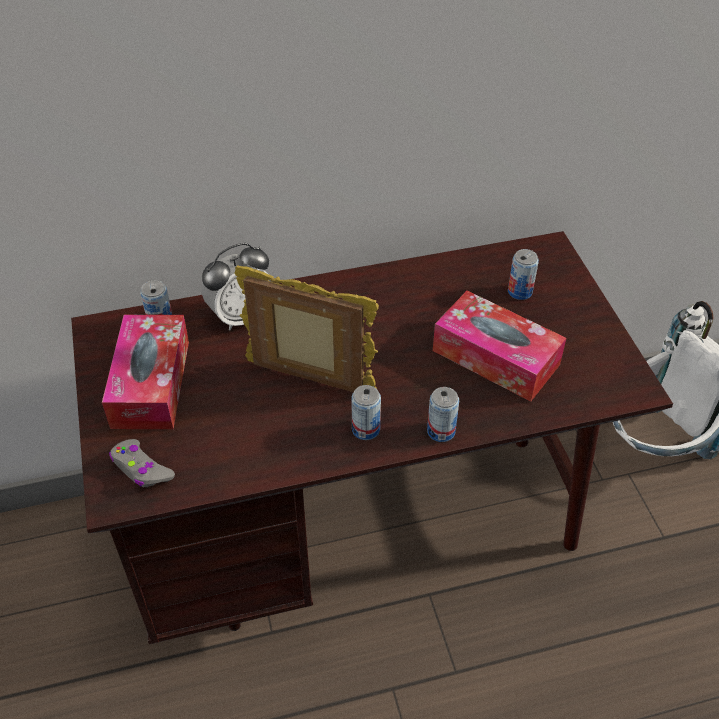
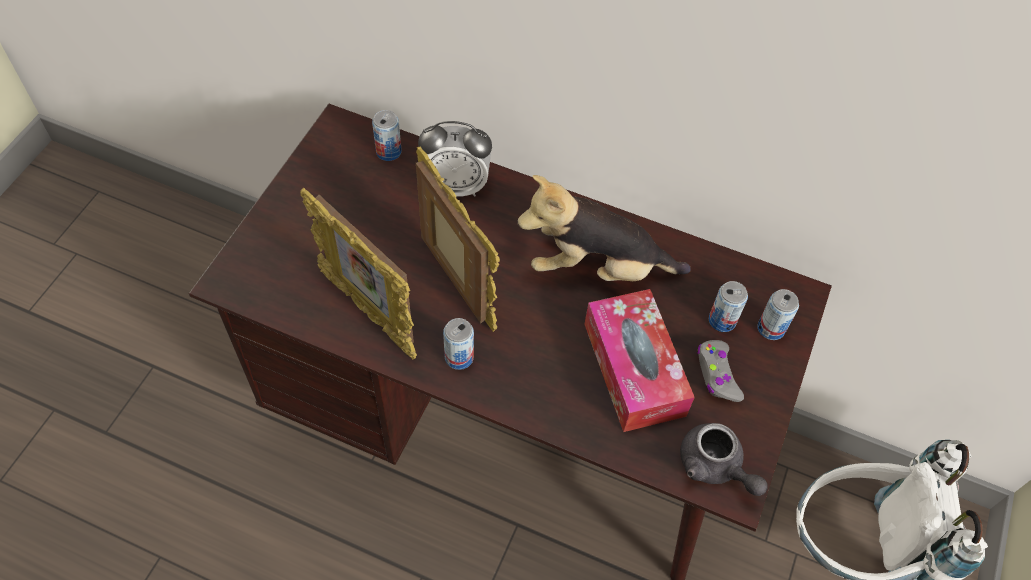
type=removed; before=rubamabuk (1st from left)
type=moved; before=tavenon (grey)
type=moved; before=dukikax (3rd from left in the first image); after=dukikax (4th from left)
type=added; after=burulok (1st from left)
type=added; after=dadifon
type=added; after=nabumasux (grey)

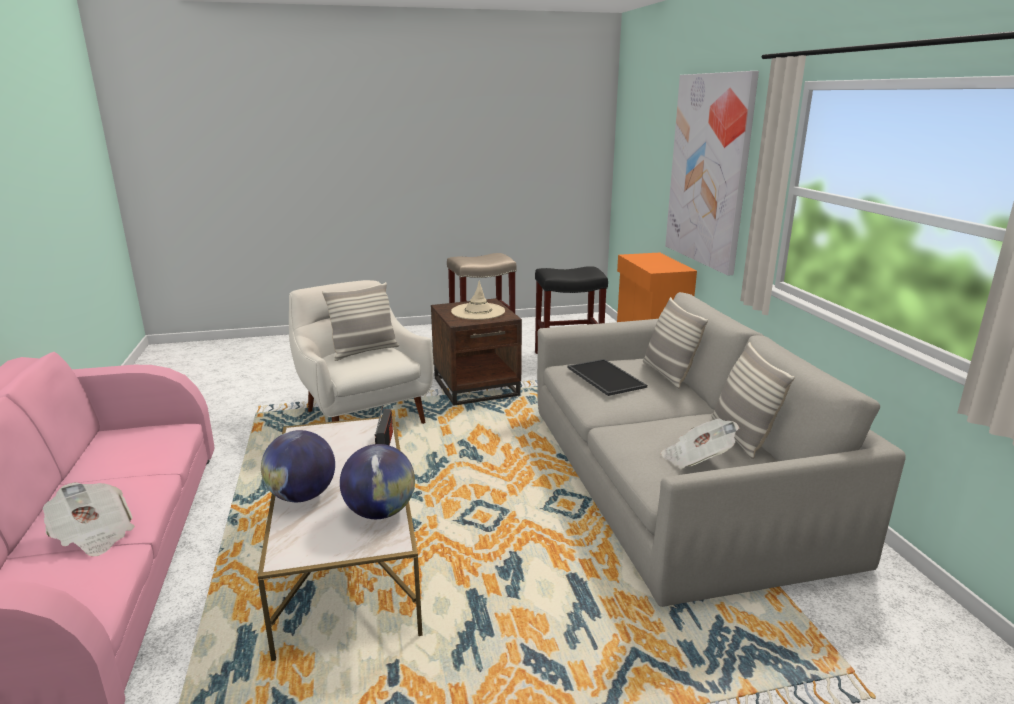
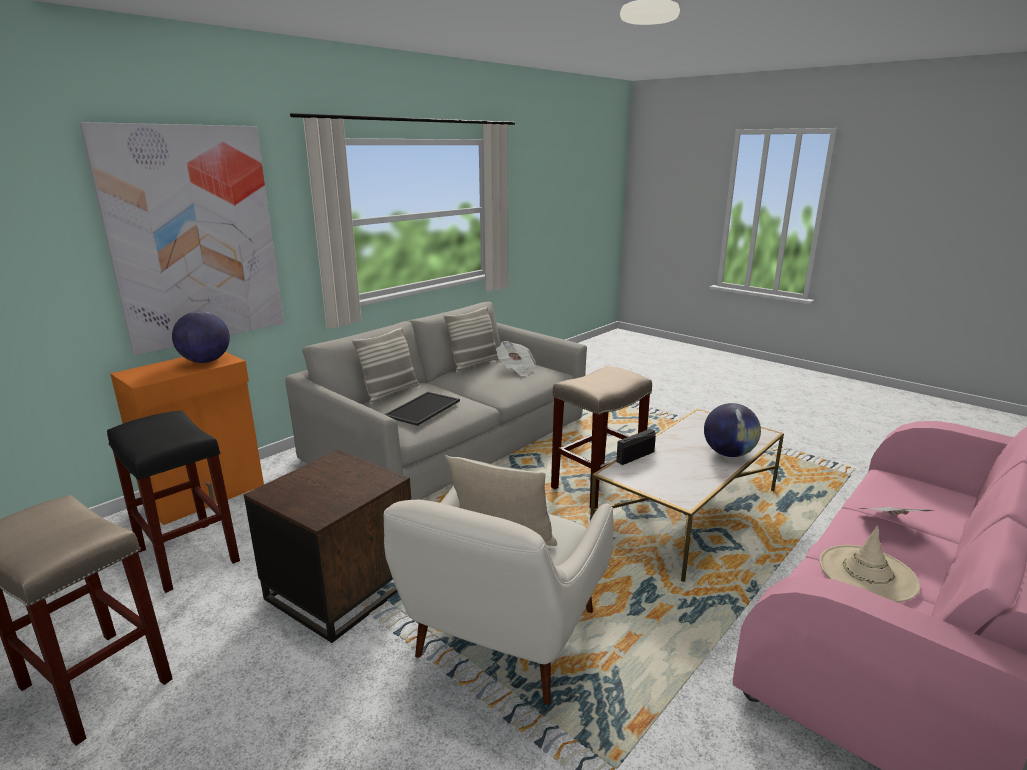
type=moved; before=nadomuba (2nd from left in the first image); after=nadomuba (1st from left)
type=moved; before=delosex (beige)
type=added; after=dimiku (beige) (2nd from left)

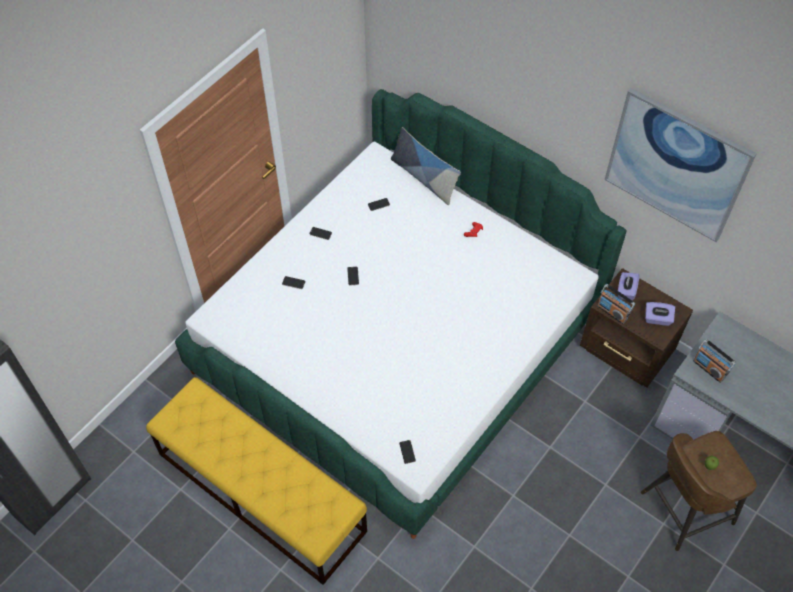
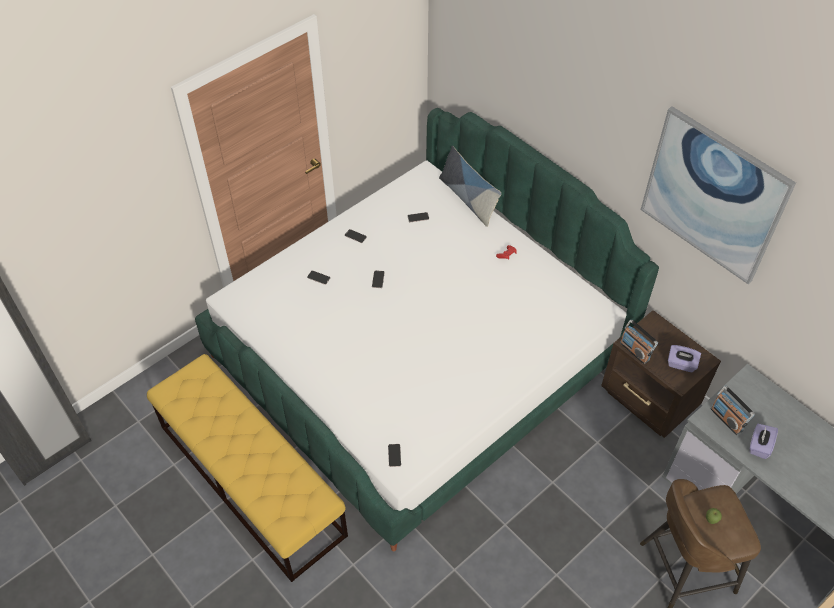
type=moved; before=rubamabuk (purple) (1st from left in the first image); after=rubamabuk (purple) (2nd from left)

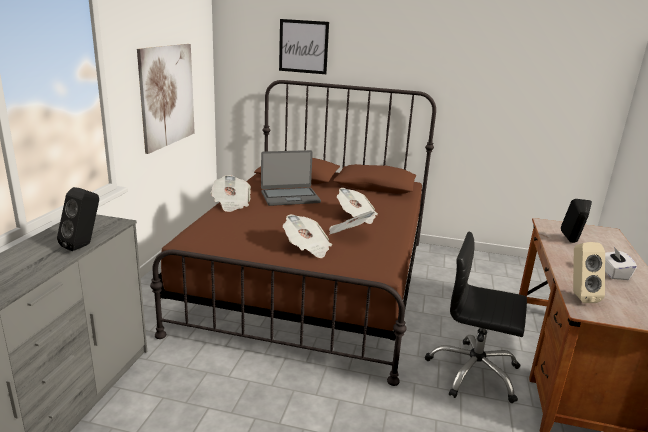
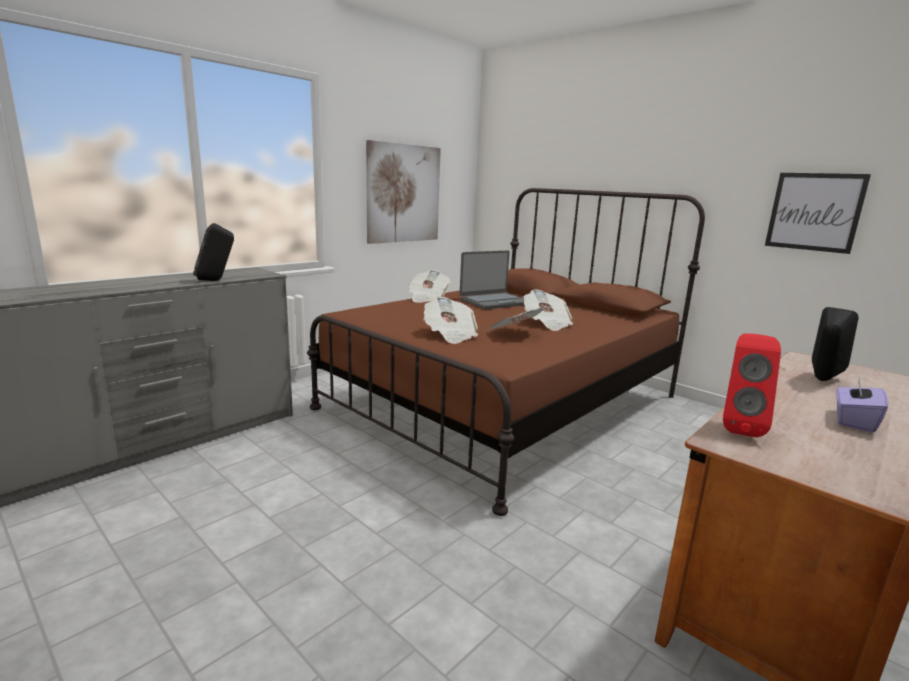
type=turned; before=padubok; turn=-45
type=moved; before=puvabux (2nd from left)
type=removed; before=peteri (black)
type=recoloured; before=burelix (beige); after=burelix (red)
type=recoloured; before=rubamabuk (white); after=rubamabuk (purple)

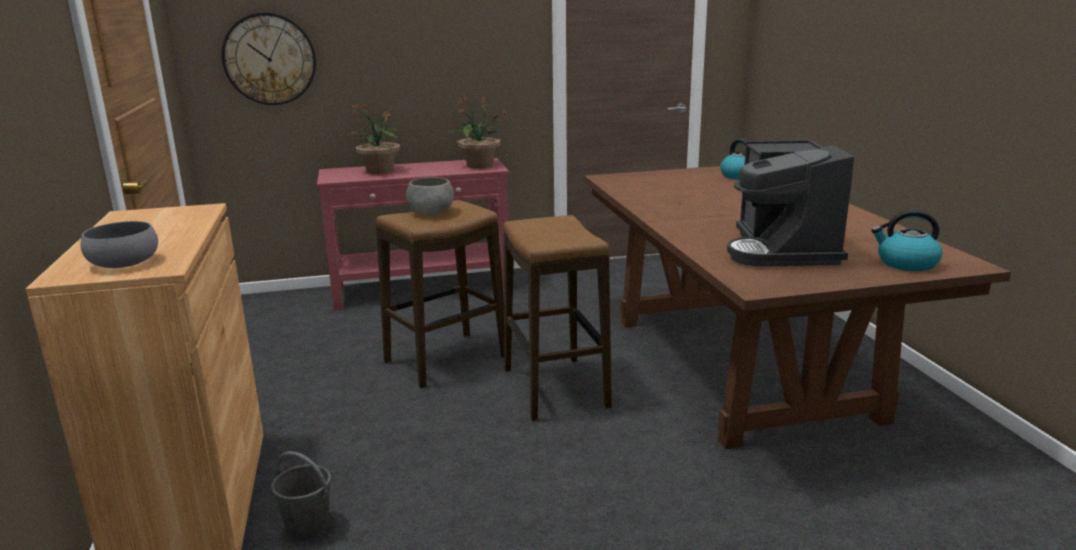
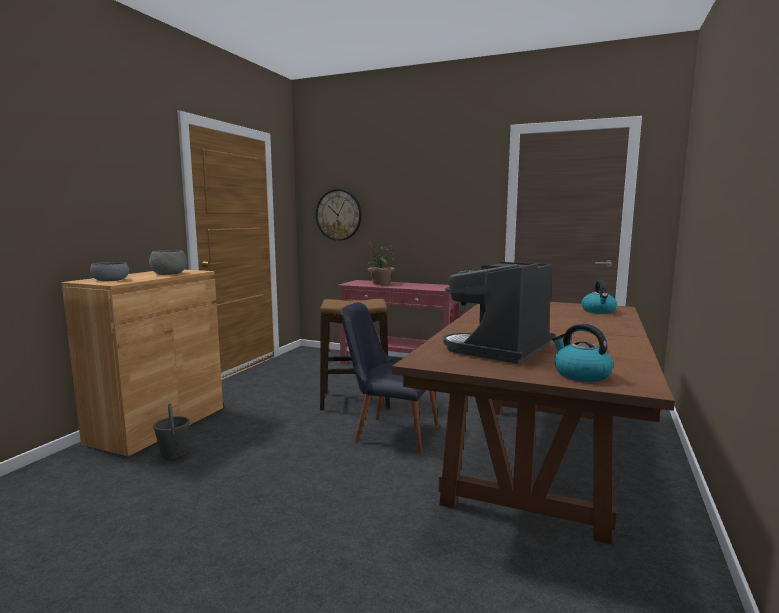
type=moved; before=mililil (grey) (2nd from left)
type=removed; before=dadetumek (2nd from left)
type=replaced; before=dimiku (2nd from left); after=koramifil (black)

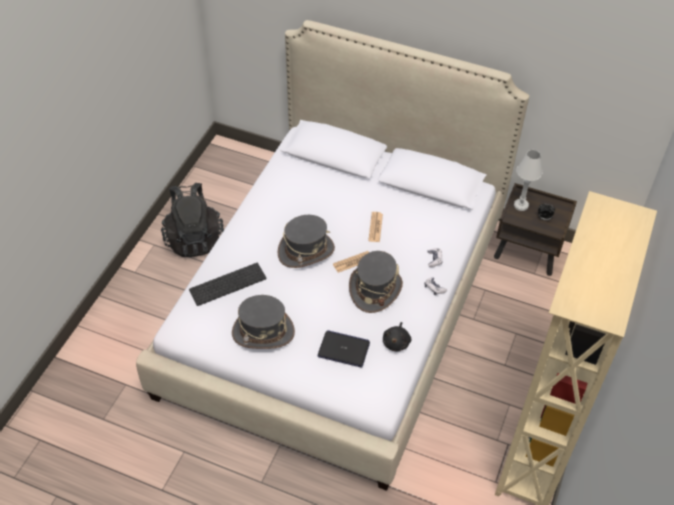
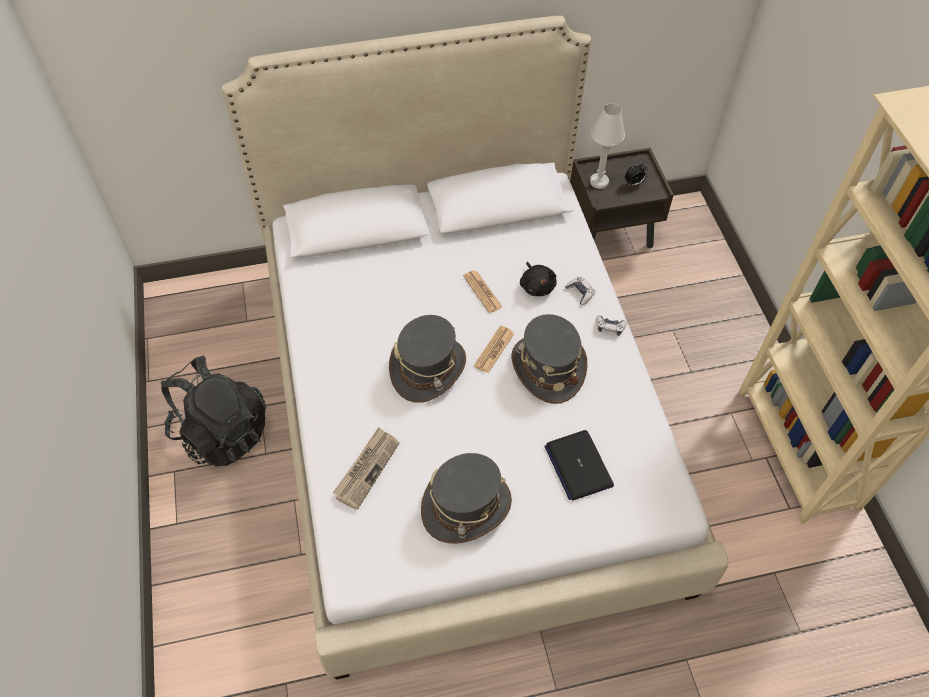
type=replaced; before=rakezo; after=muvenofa (1st from left)
type=turned; before=padubok; turn=-90
type=moved; before=dadifon (black)

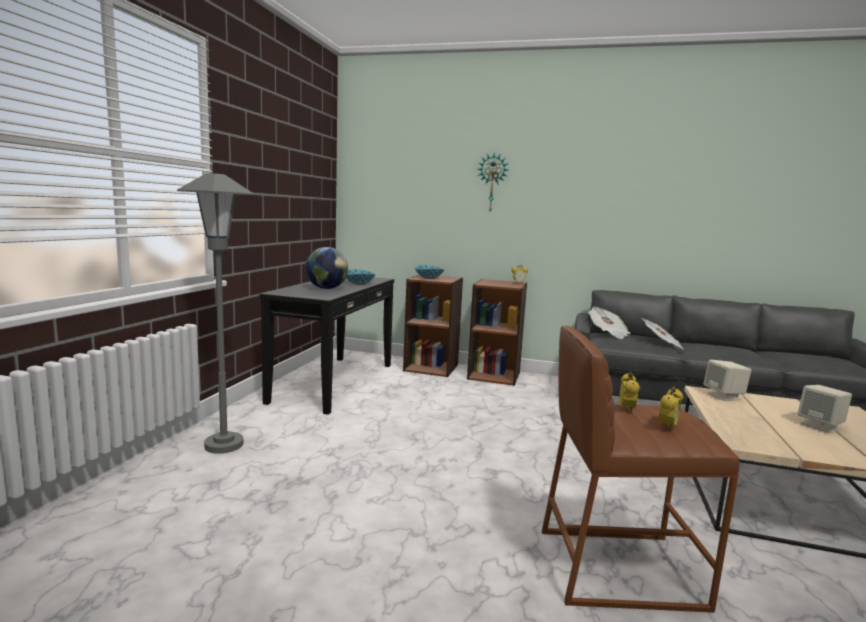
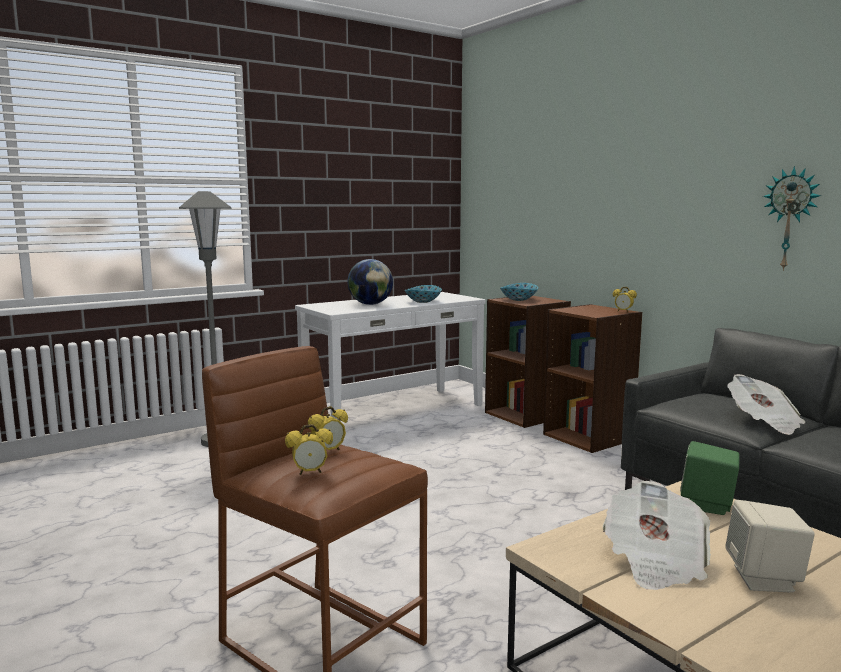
type=recoloured; before=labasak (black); after=labasak (white)
type=moved; before=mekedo
type=moved; before=muvenofa (1st from left)
type=recoloured; before=burelix (beige) (1st from left); after=burelix (green)

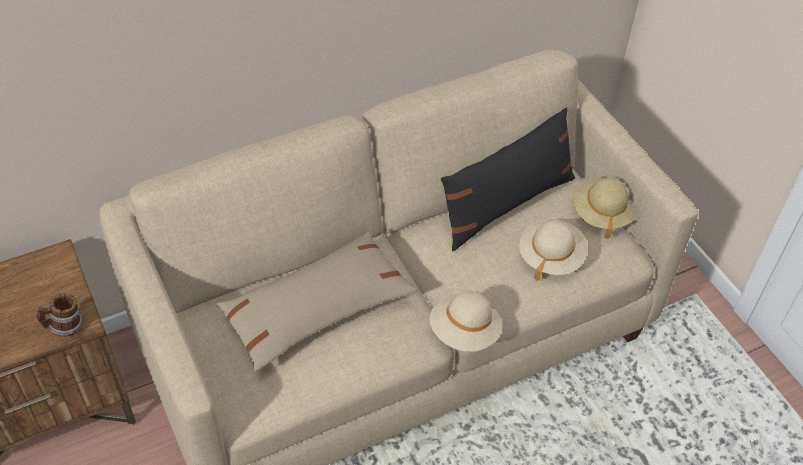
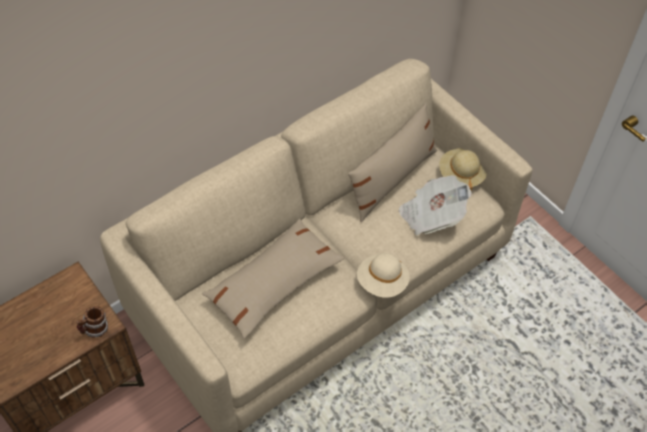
type=recoloured; before=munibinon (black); after=munibinon (beige) (2nd from left)
type=replaced; before=delosex (beige) (2nd from left); after=muvenofa

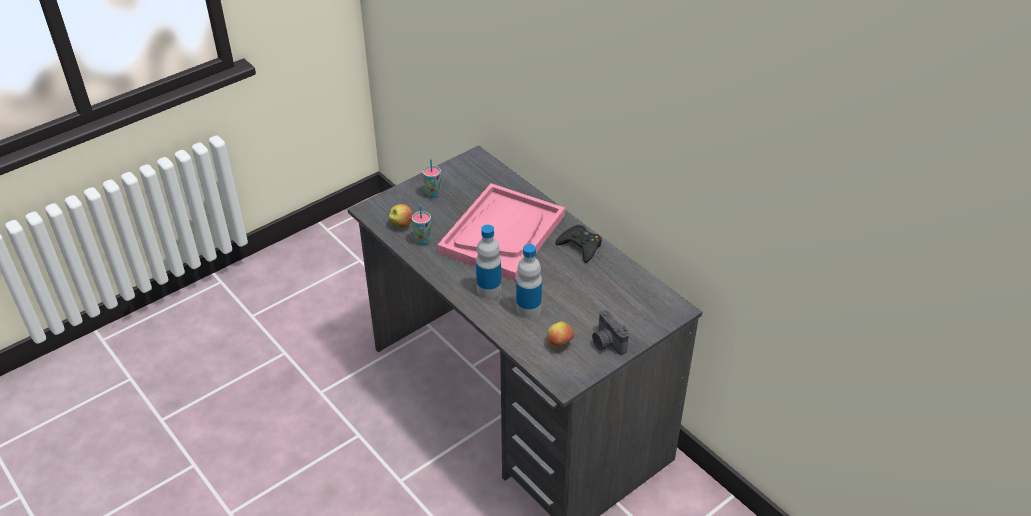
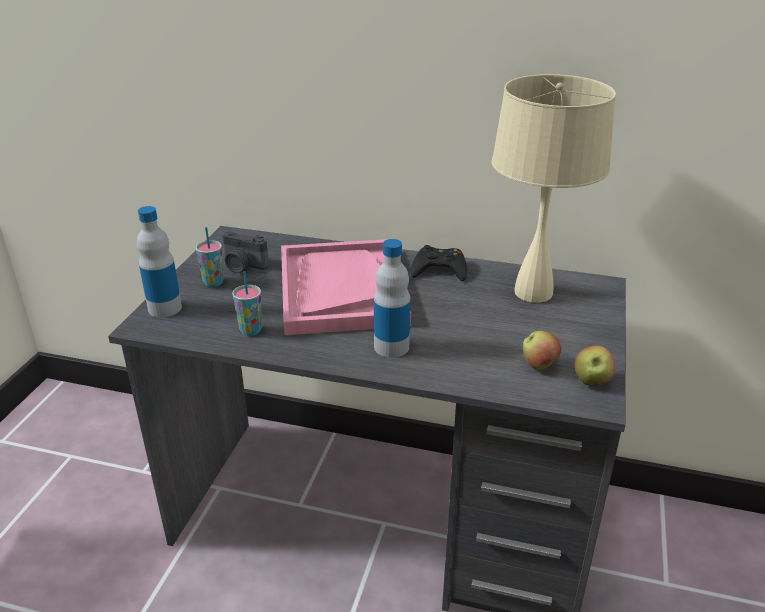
type=moved; before=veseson (1st from left in the first image); after=veseson (2nd from left)
type=moved; before=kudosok (2nd from left in the first image); after=kudosok (1st from left)
type=moved; before=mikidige
type=added; after=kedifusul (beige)

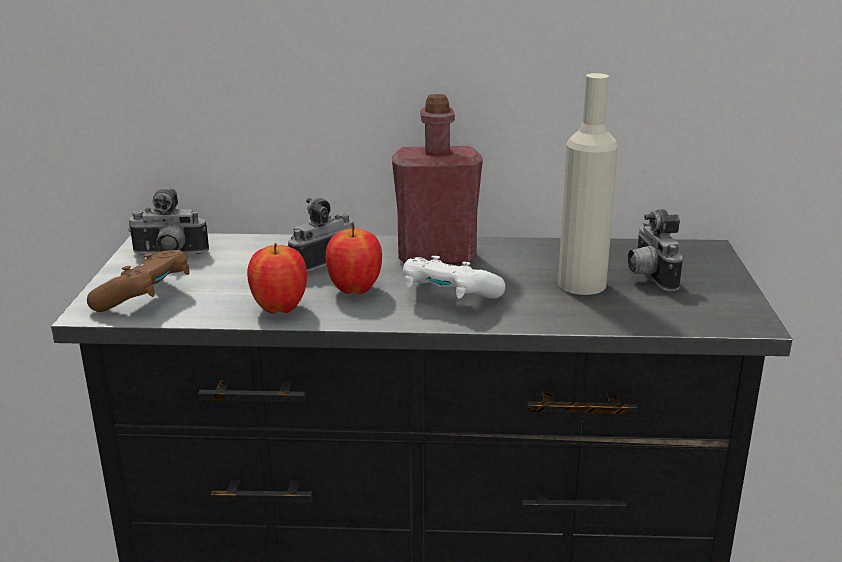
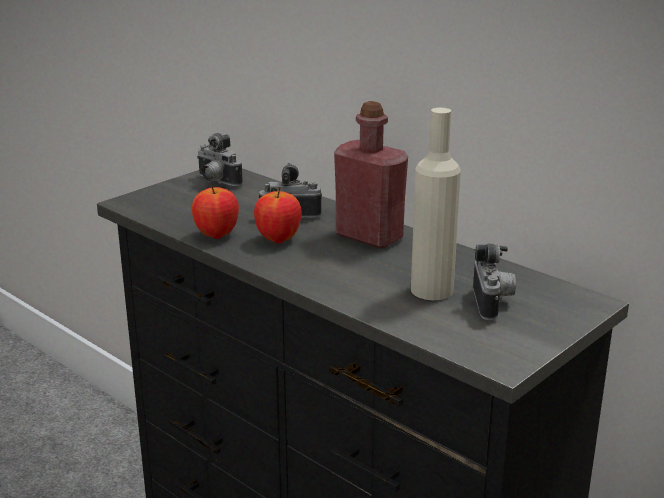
type=removed; before=tavenon (brown)
type=removed; before=tavenon (white)
type=turned; before=mikidige (3rd from left); turn=150

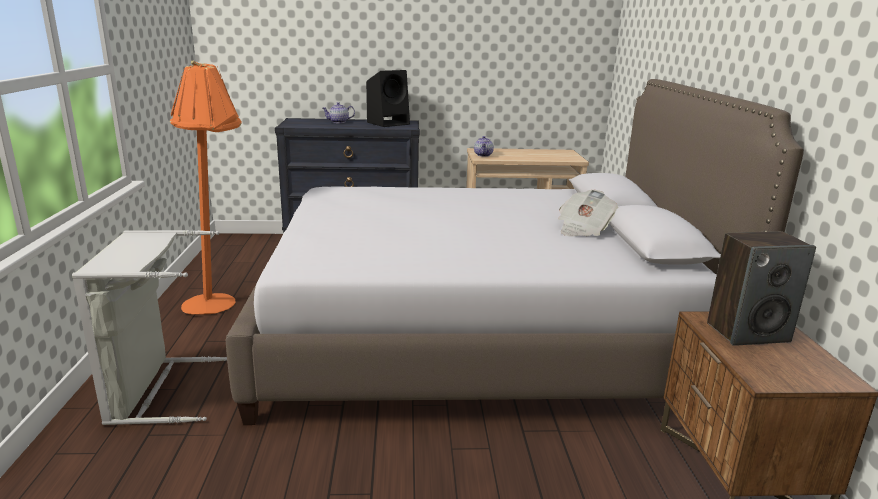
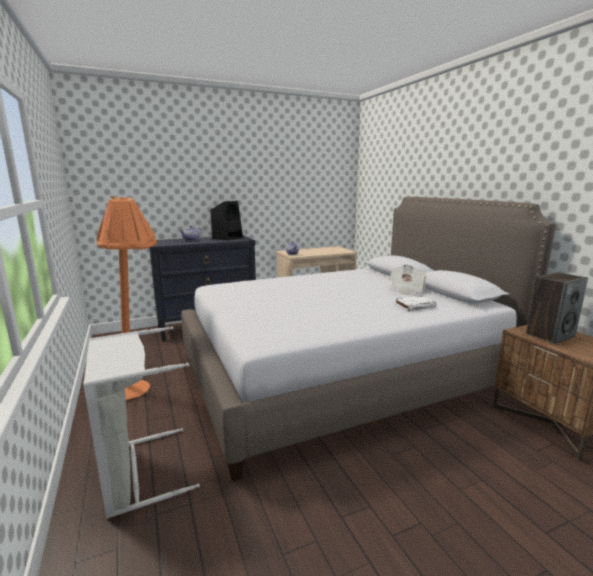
type=added; after=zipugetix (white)

